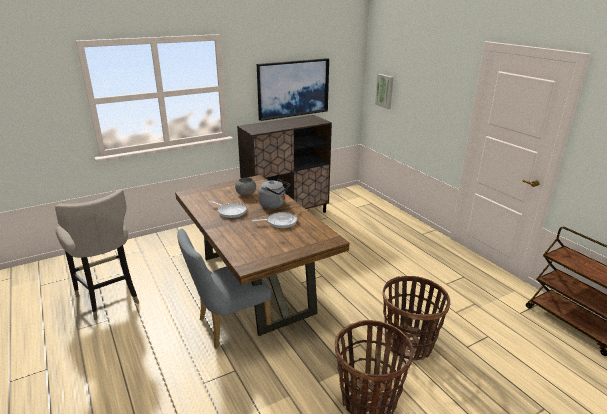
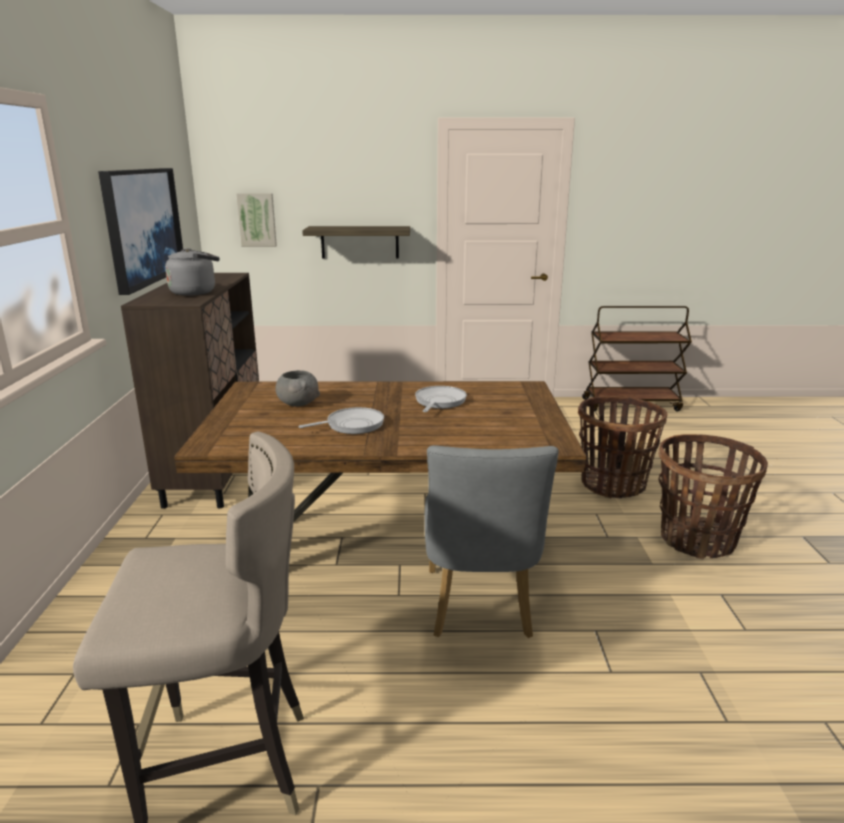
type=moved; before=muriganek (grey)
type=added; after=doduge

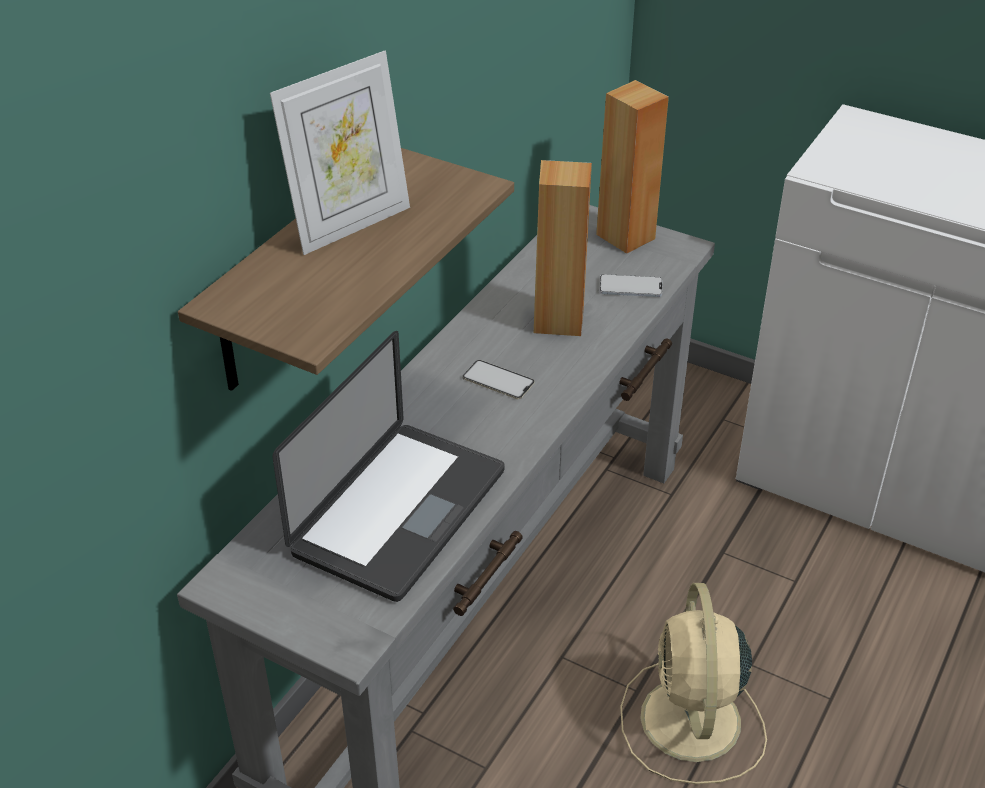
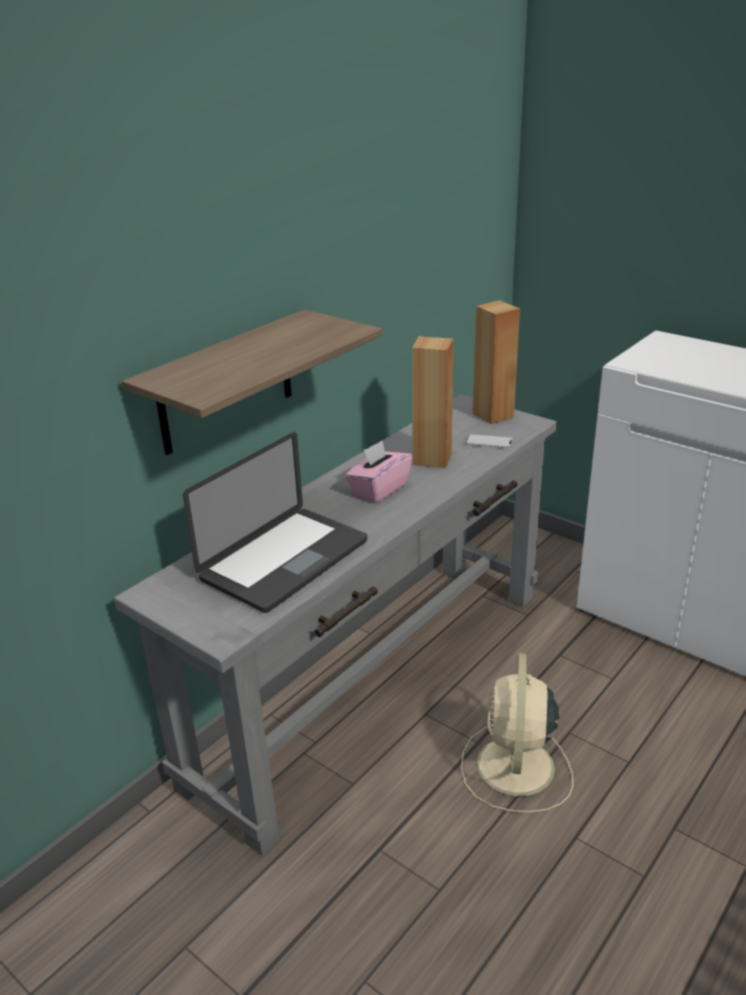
type=removed; before=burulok
type=replaced; before=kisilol (1st from left); after=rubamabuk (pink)

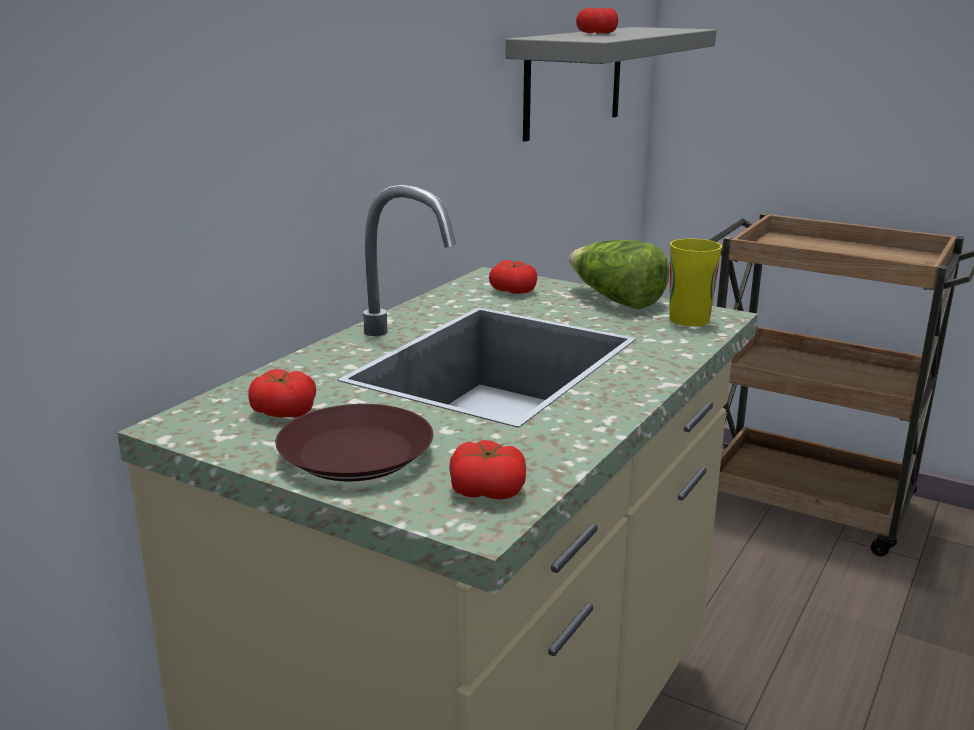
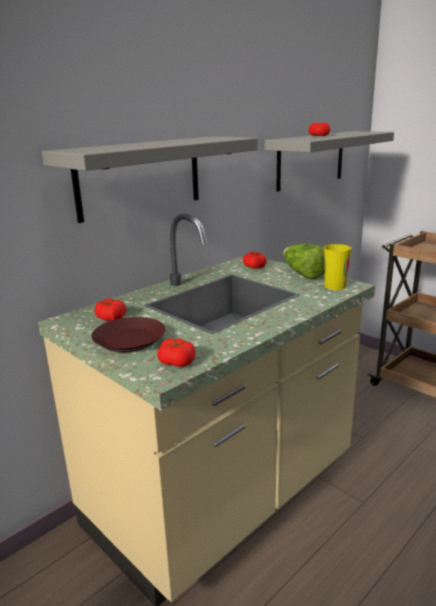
type=added; after=doduge (grey) (1st from left)

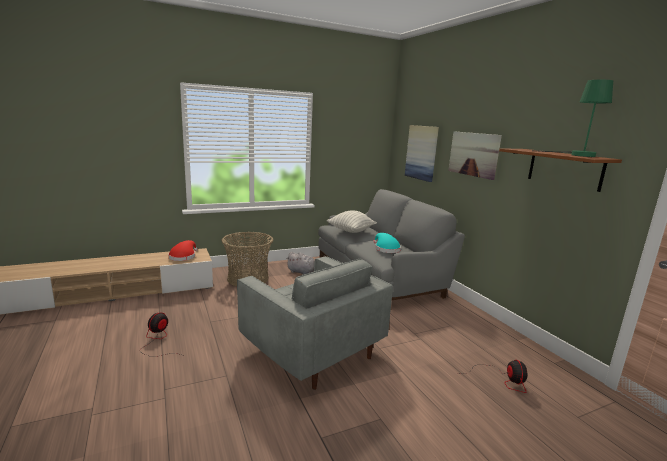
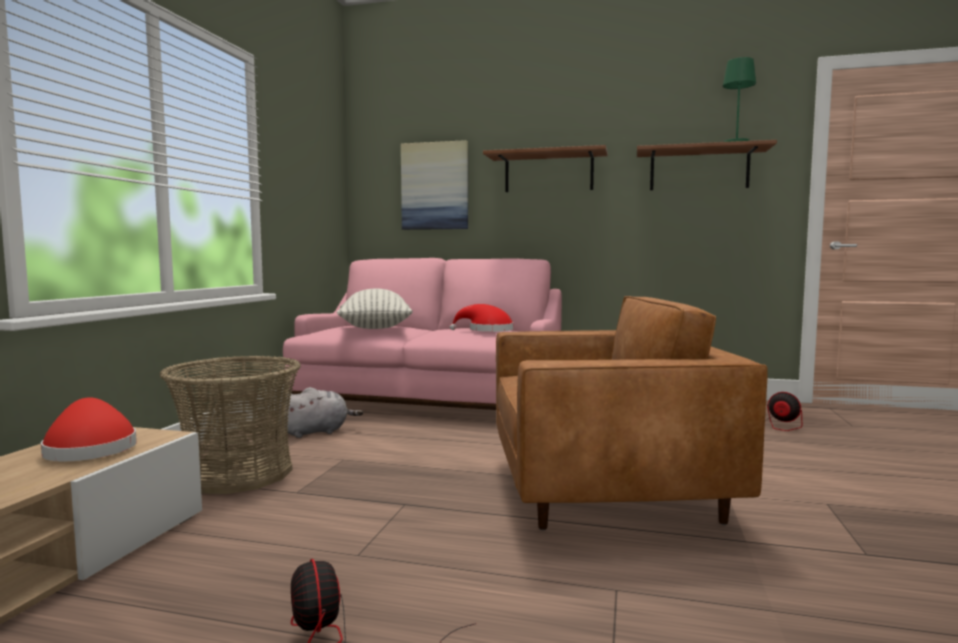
type=recoloured; before=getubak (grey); after=getubak (brown)
type=recoloured; before=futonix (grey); after=futonix (pink)
type=recoloured; before=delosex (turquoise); after=delosex (red) (2nd from left)
type=replaced; before=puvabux (2nd from left); after=doduge (brown) (1st from left)

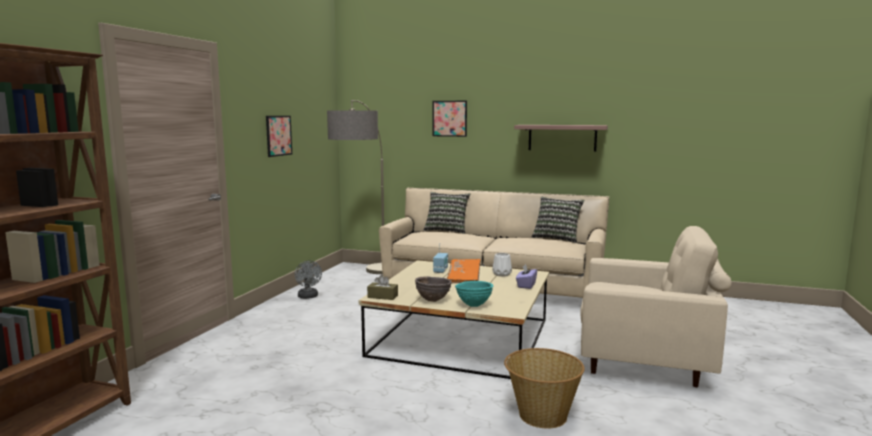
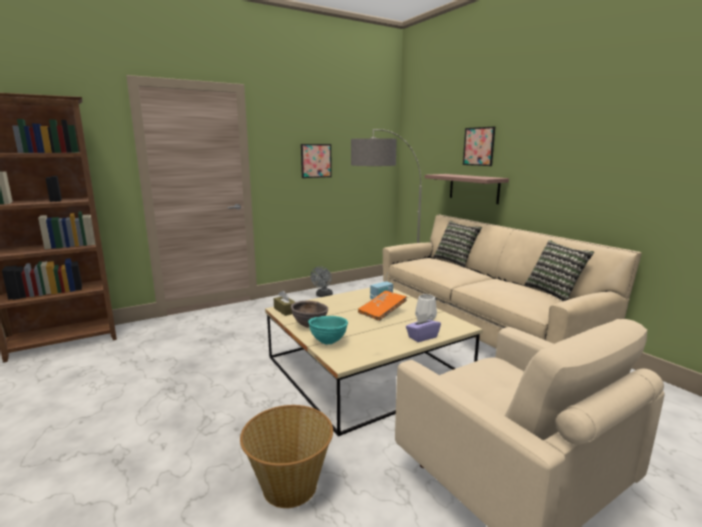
type=moved; before=doduge

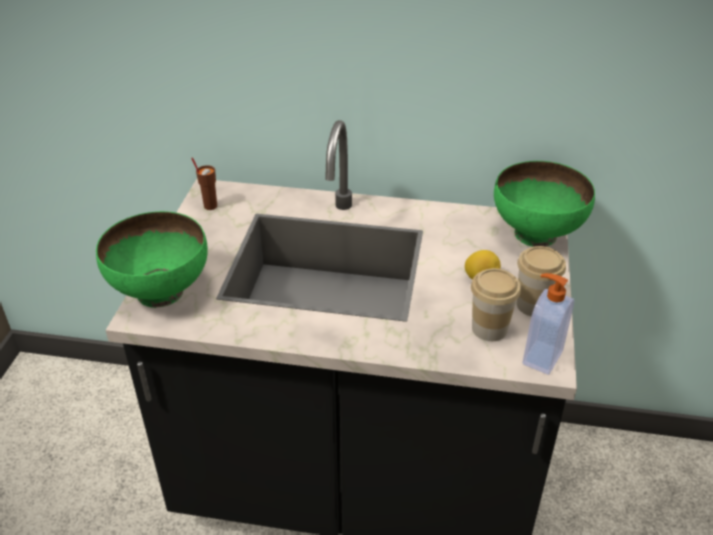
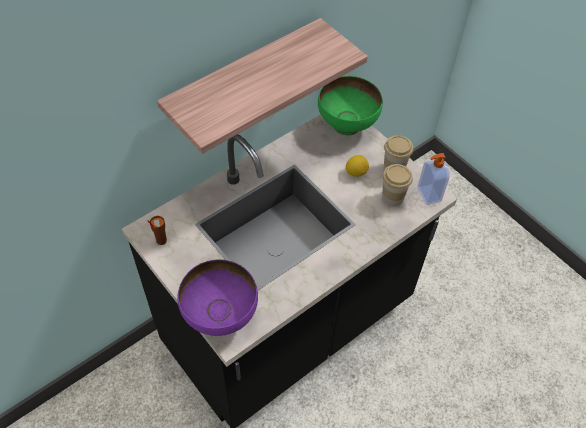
type=recoloured; before=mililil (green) (1st from left); after=mililil (purple)
type=added; after=doduge

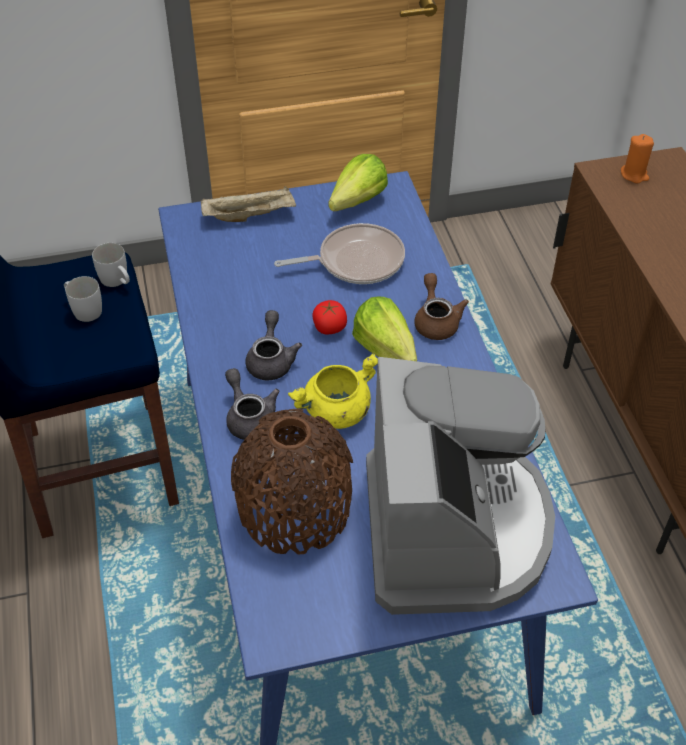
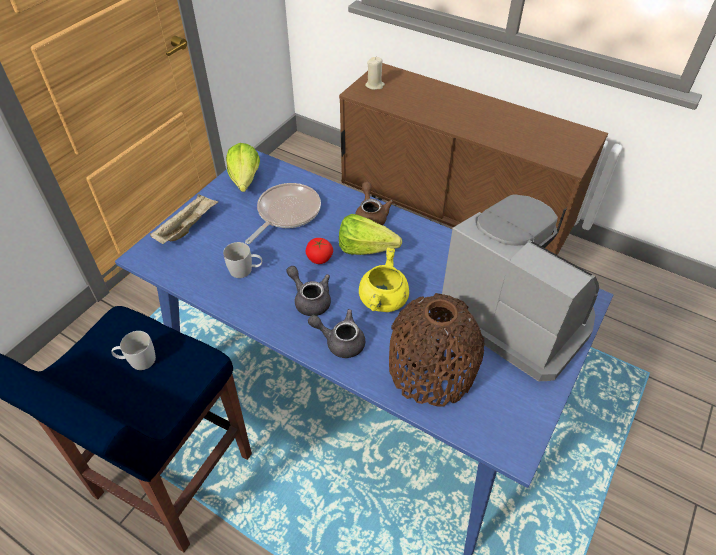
type=moved; before=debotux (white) (2nd from left)
type=turned; before=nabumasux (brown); turn=45
type=recoloured; before=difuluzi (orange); after=difuluzi (beige)

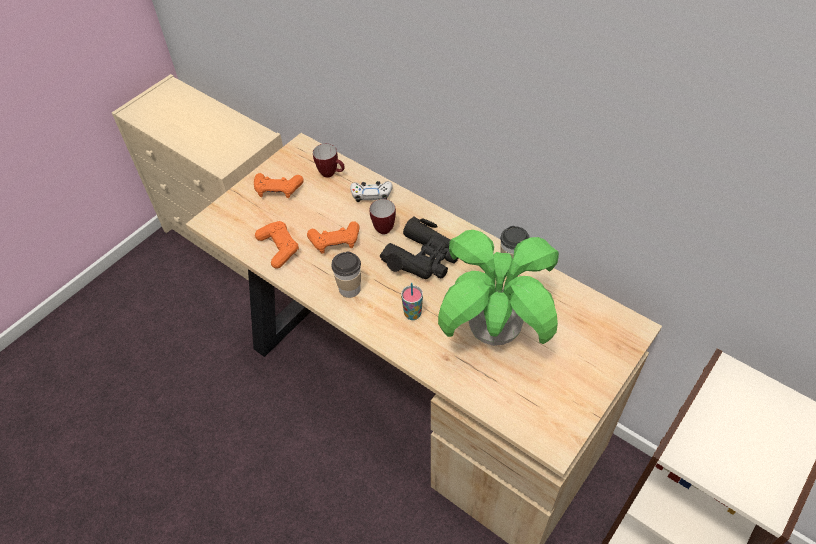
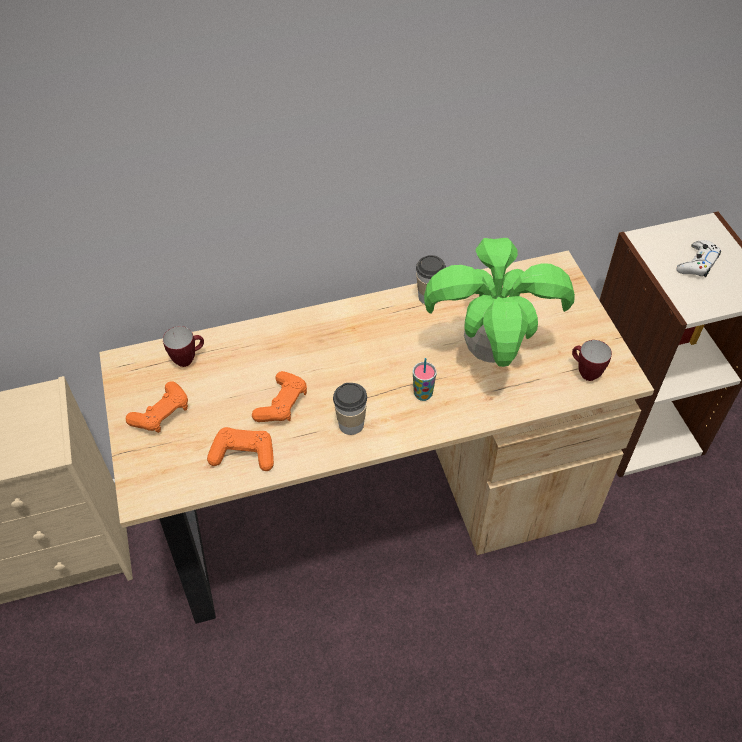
type=moved; before=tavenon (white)
type=moved; before=debotux (2nd from left)
type=removed; before=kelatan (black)

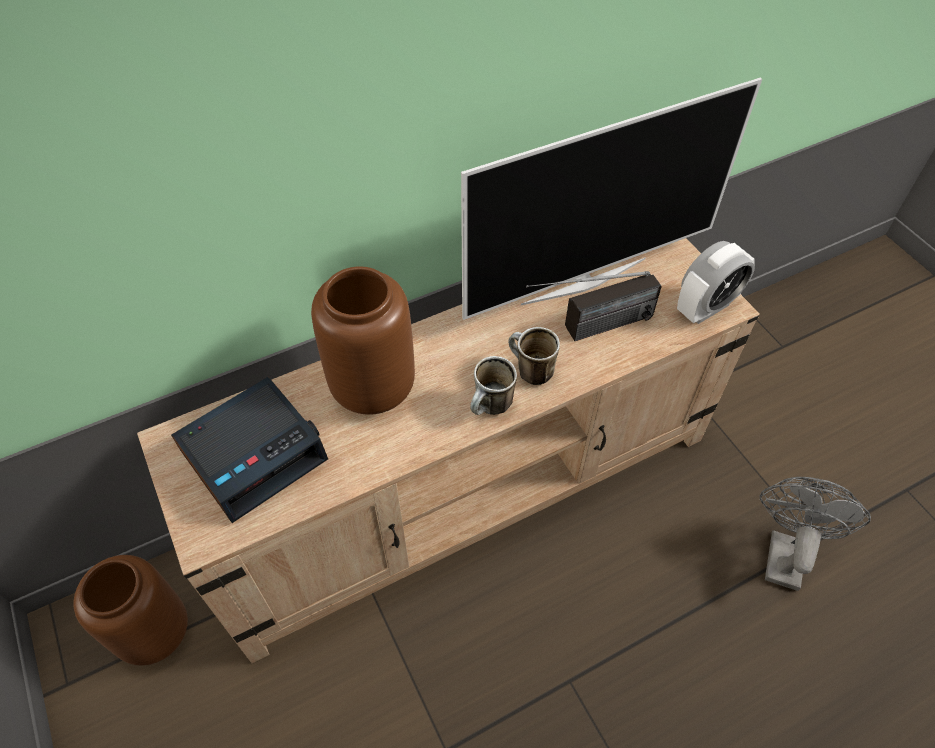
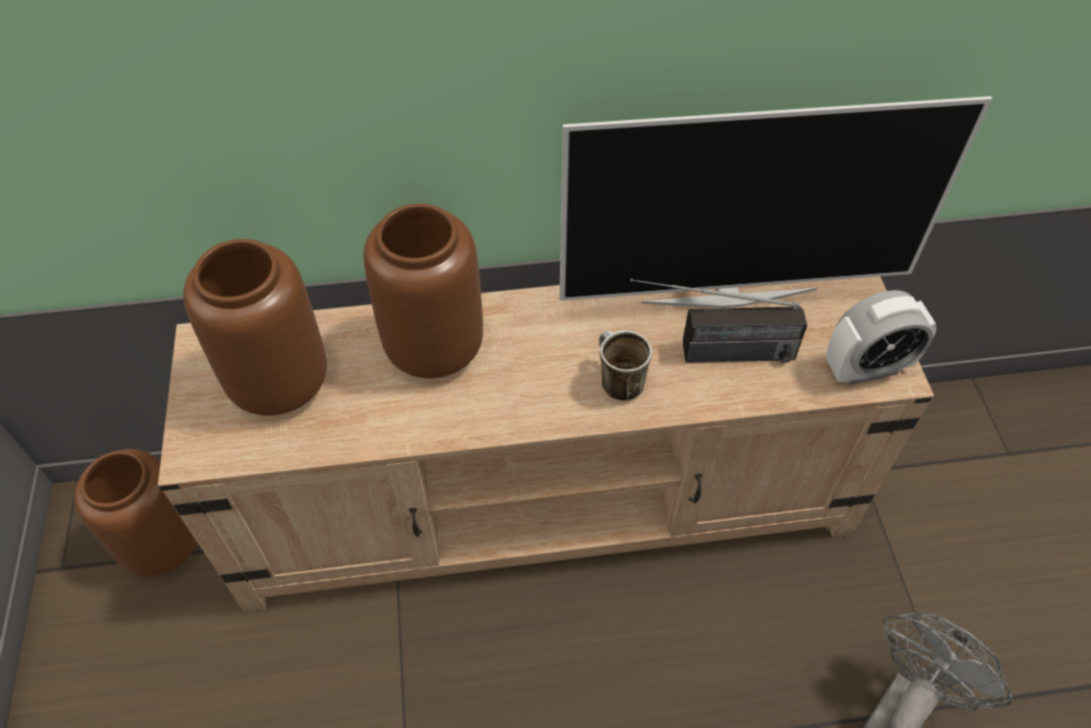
type=replaced; before=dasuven (1st from left); after=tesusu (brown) (2nd from left)
type=removed; before=debotux (1st from left)

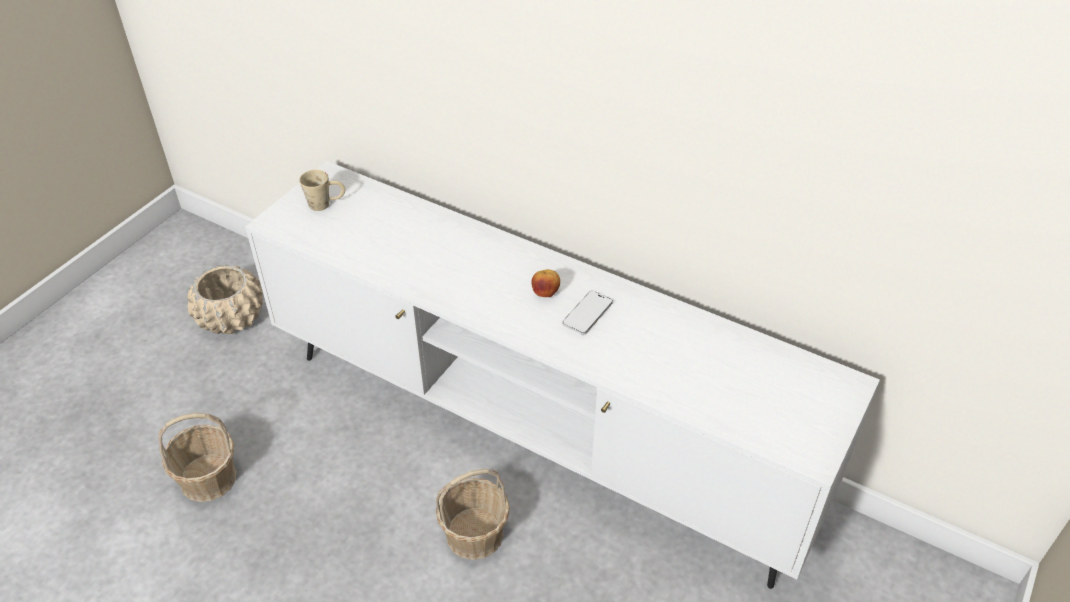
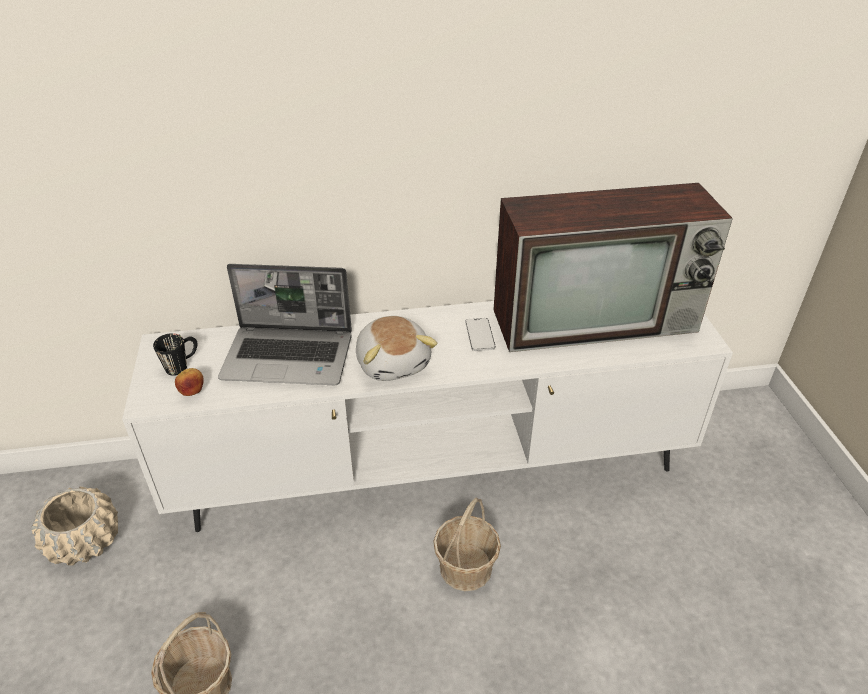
type=recoloured; before=debotux (beige); after=debotux (black)
type=moved; before=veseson
type=added; after=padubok
type=added; after=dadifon
type=added; after=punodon

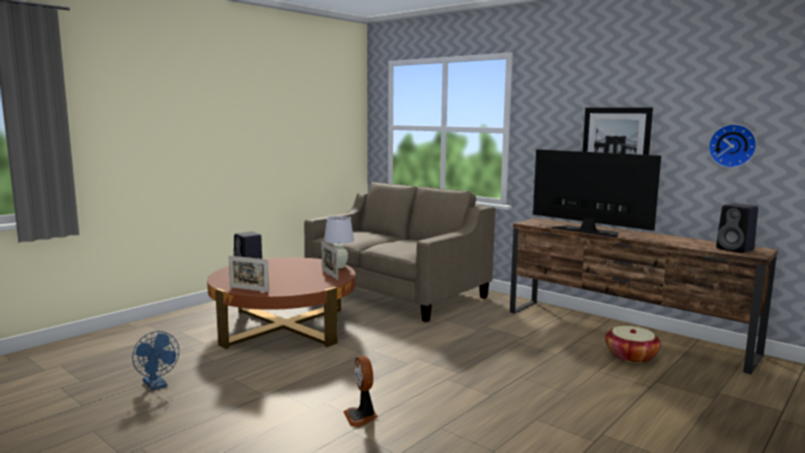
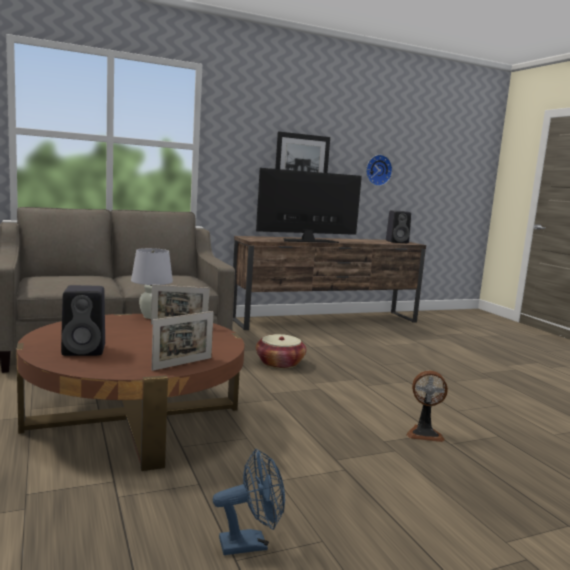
type=moved; before=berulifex

